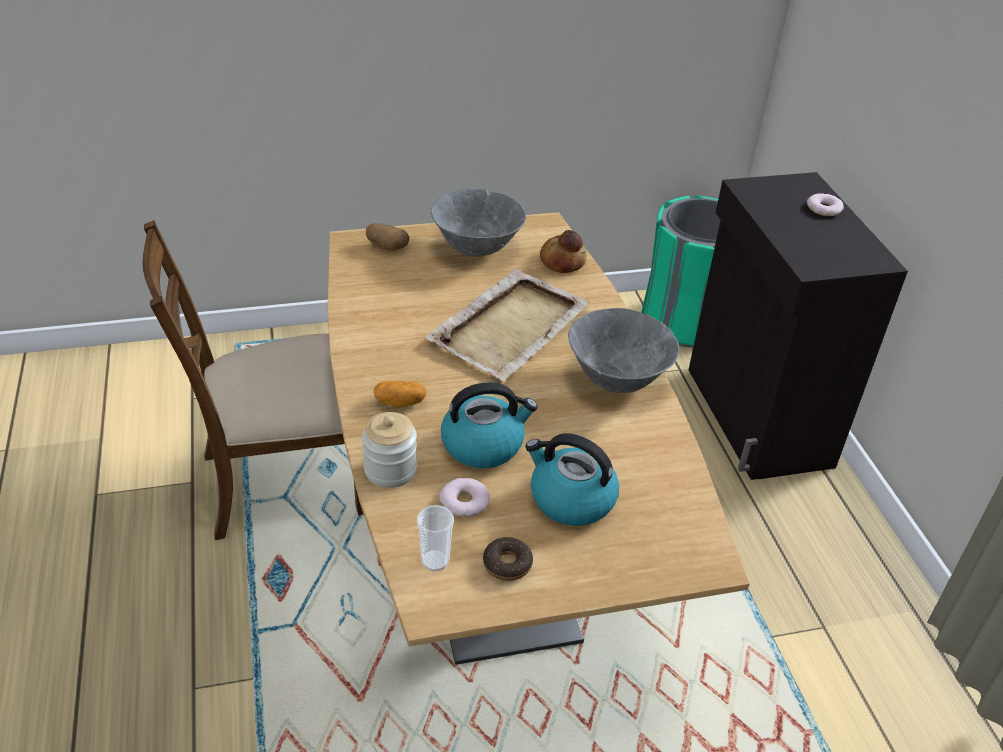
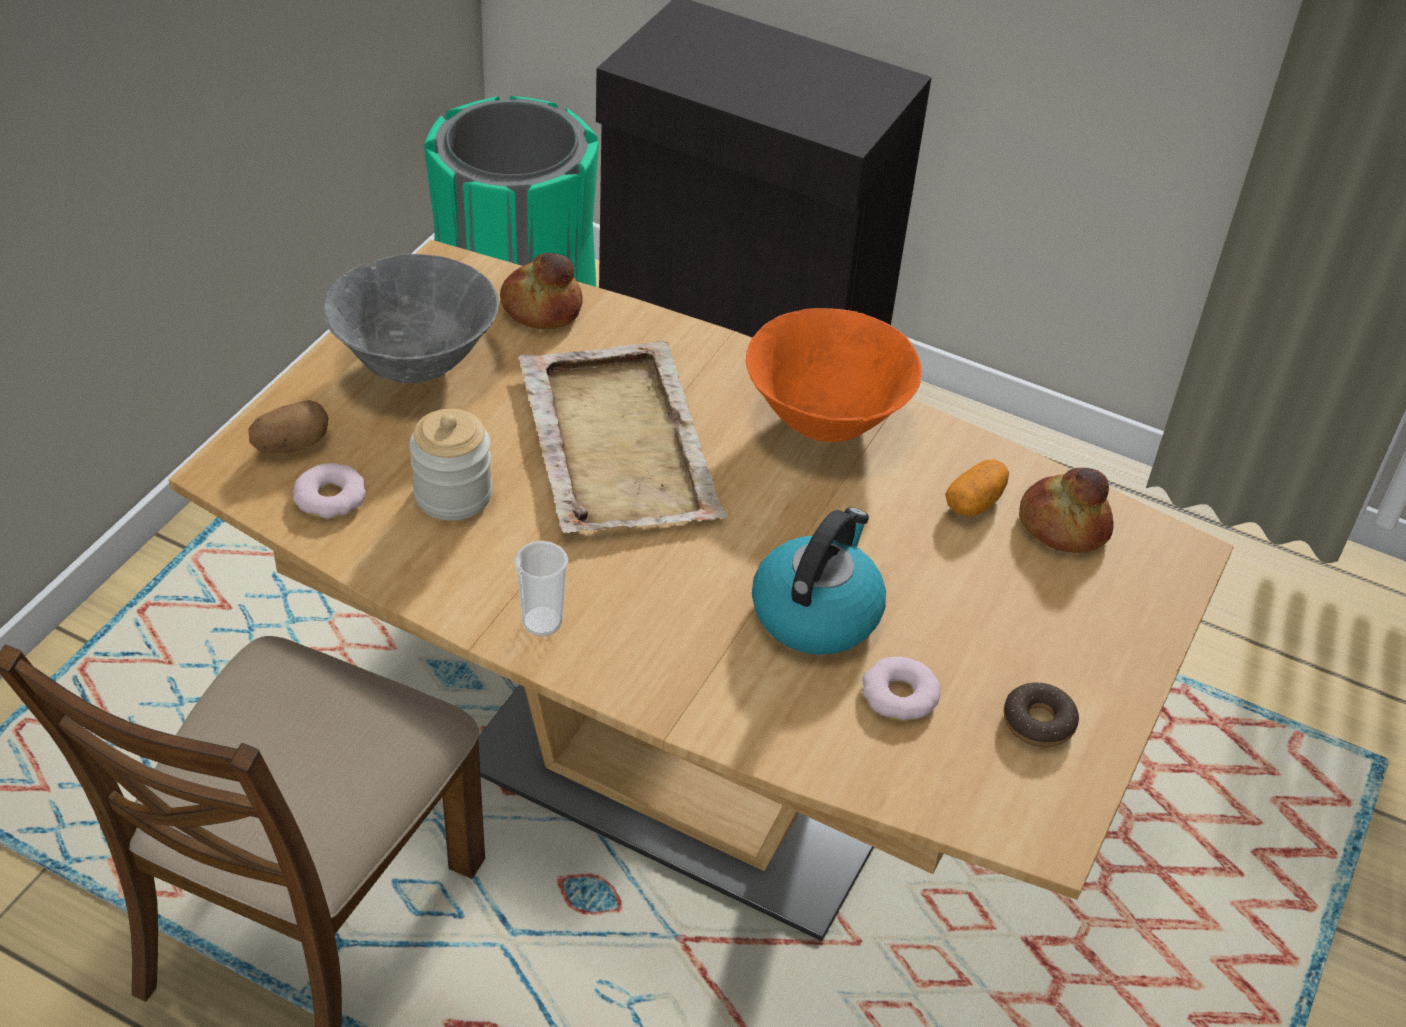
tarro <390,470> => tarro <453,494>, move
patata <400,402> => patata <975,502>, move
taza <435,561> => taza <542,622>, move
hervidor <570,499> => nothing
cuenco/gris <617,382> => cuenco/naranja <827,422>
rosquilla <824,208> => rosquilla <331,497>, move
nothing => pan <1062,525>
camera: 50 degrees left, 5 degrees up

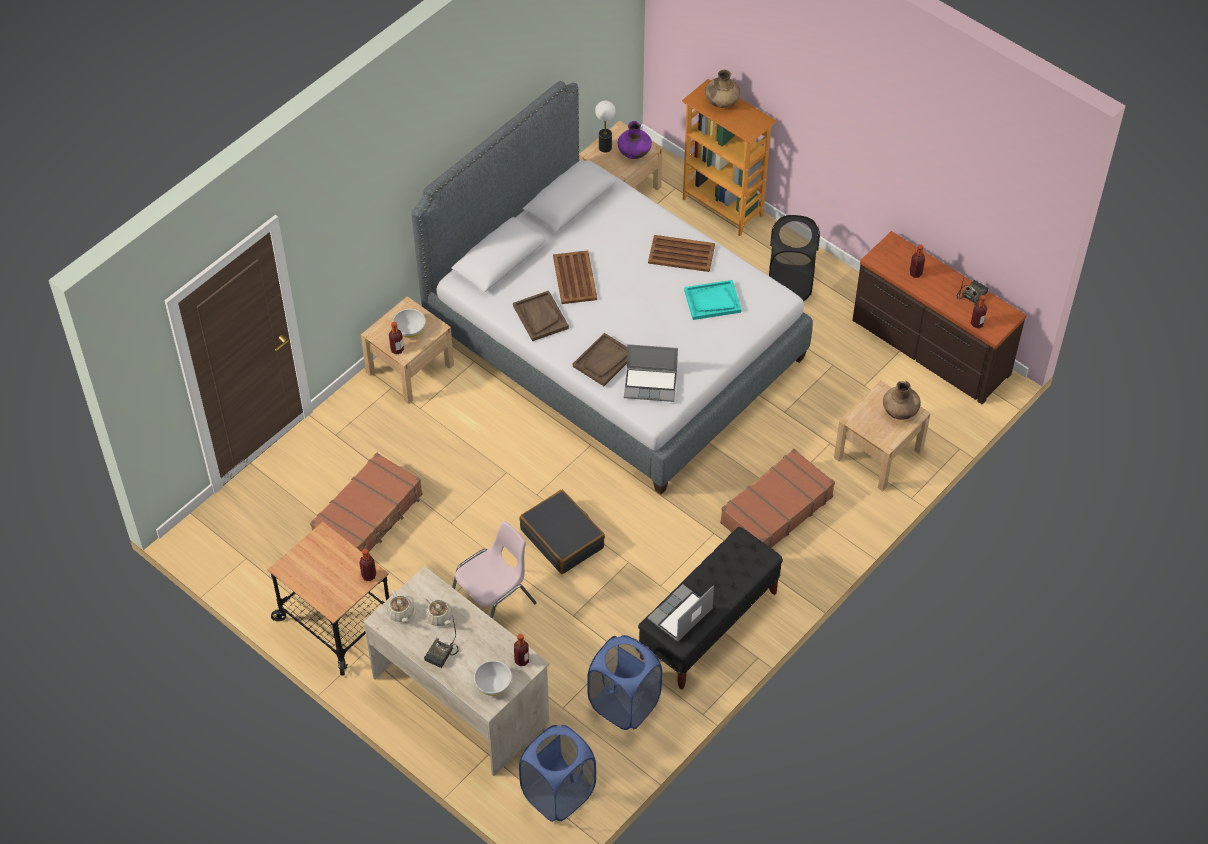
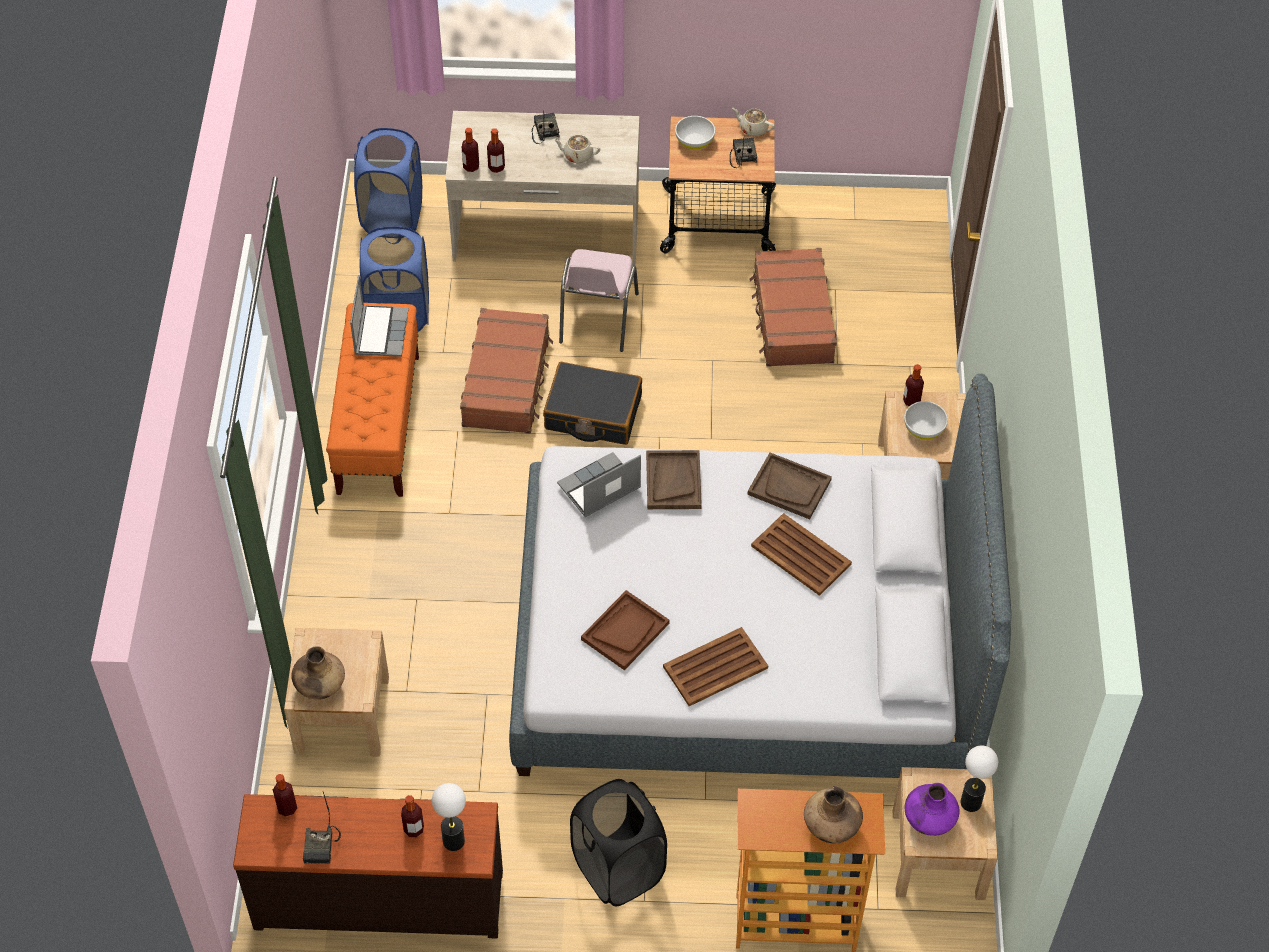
botella <369,575> => botella <496,167>, move
tetera/beis <401,613> => tetera/beis <753,128>, move
cuenco/blanco <493,684> => cuenco/blanco <694,141>, move
banco/negro <708,626> => banco/naranja <378,424>
bandeja/turquesa <712,301> => bandeja/marrón <625,631>
maleta/marrón <775,510> => maleta/marrón <507,380>, move
nothing => lámpara de mesa <454,841>
nothing => radio <742,155>
camera: 140 degrees right, 0 degrees up

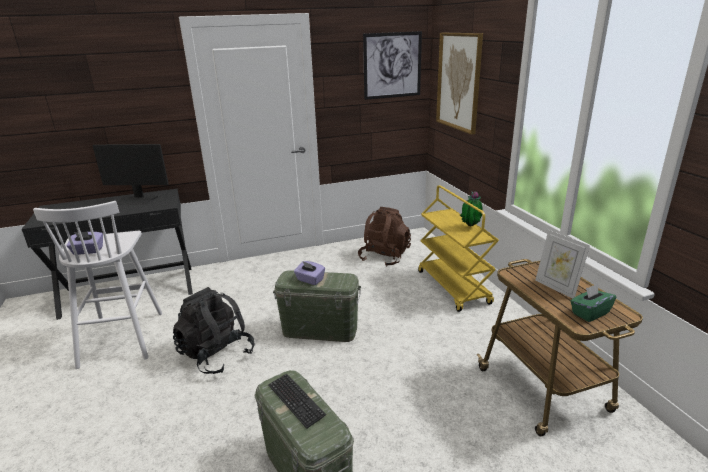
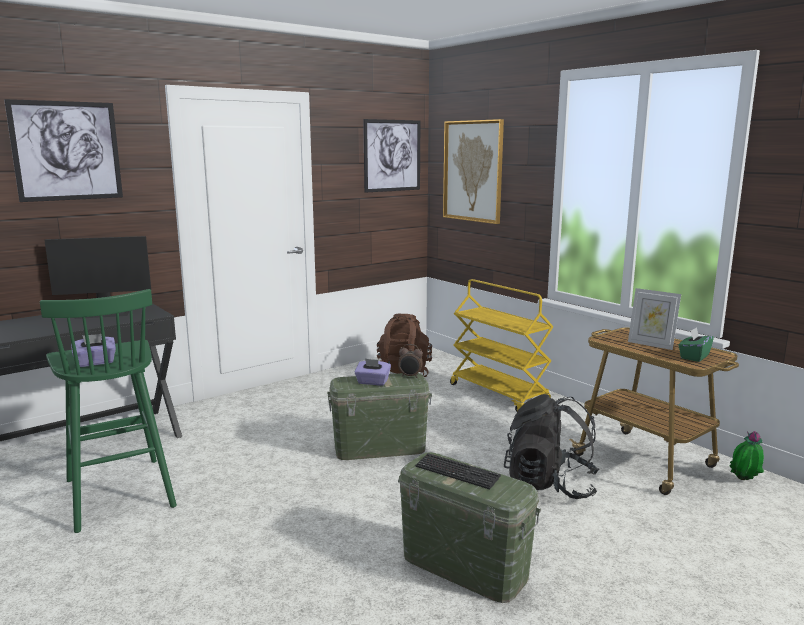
taburete/blanco <123,338> => taburete/verde <119,492>
mochila/negro <217,355> => mochila/negro <550,485>, move
planta en maceta <470,227> => planta en maceta <744,481>, move
nothing => cuadro <67,151>
nothing => despertador <410,376>
camera: 20 degrees left, 10 degrees down

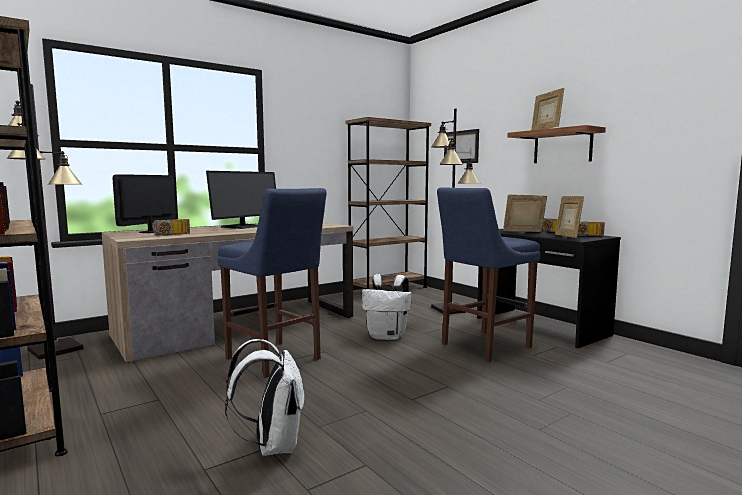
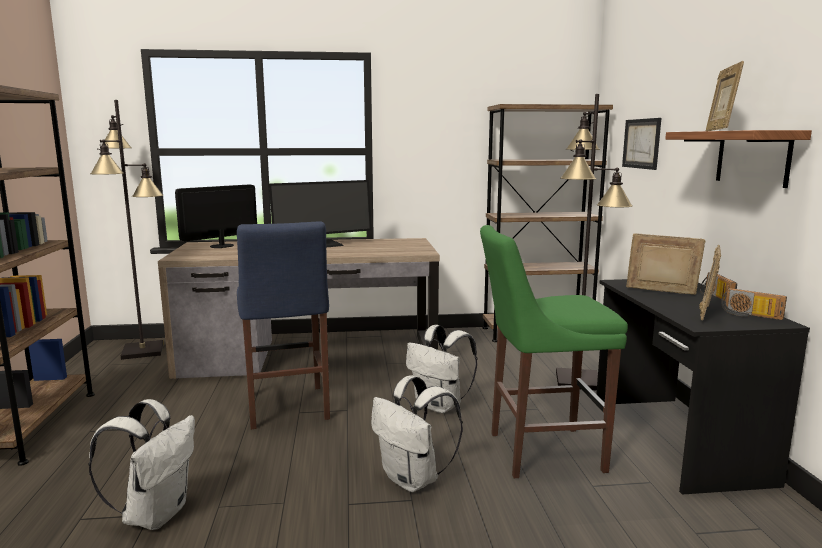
radio <172,234> => nothing
taburete/azul <482,346> => taburete/verde <539,451>
nothing => mochila/blanco <413,480>
camera: 30 degrees right, 5 degrees up

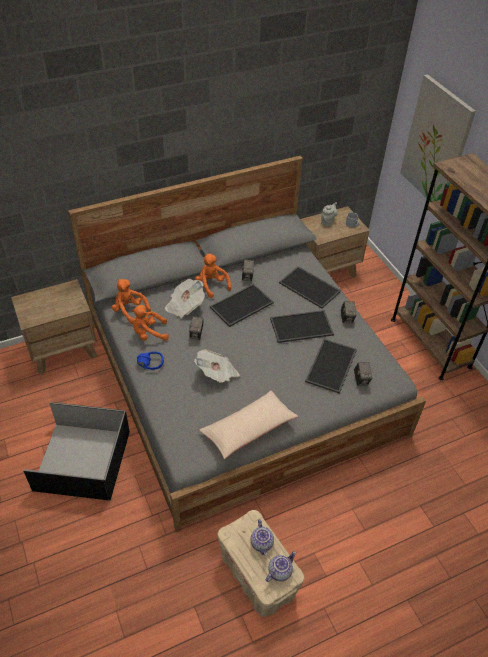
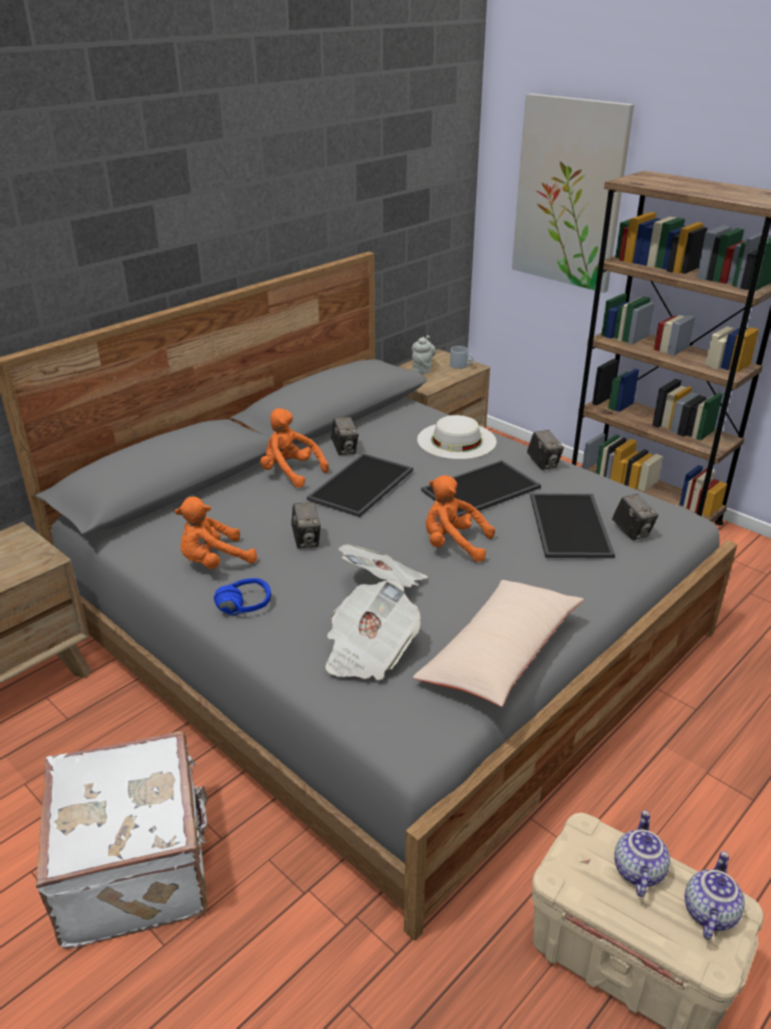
caja de almacenaje/negro <82,459> => maleta/blanco <137,867>
peluche/naranja <129,310> => peluche/naranja <453,545>, move
periódico <184,305> => periódico <368,651>, move
tetera <262,543> => tetera <637,869>, 135 degrees counterclockwise
bandeja <310,287> => sombrero/blanco <456,440>
camera: 20 degrees left, 15 degrees down

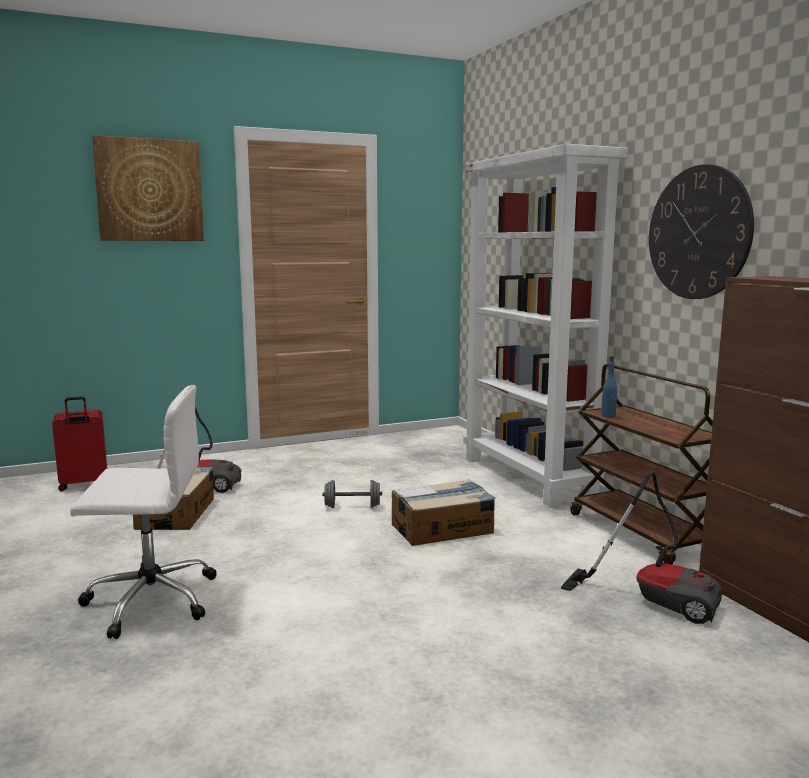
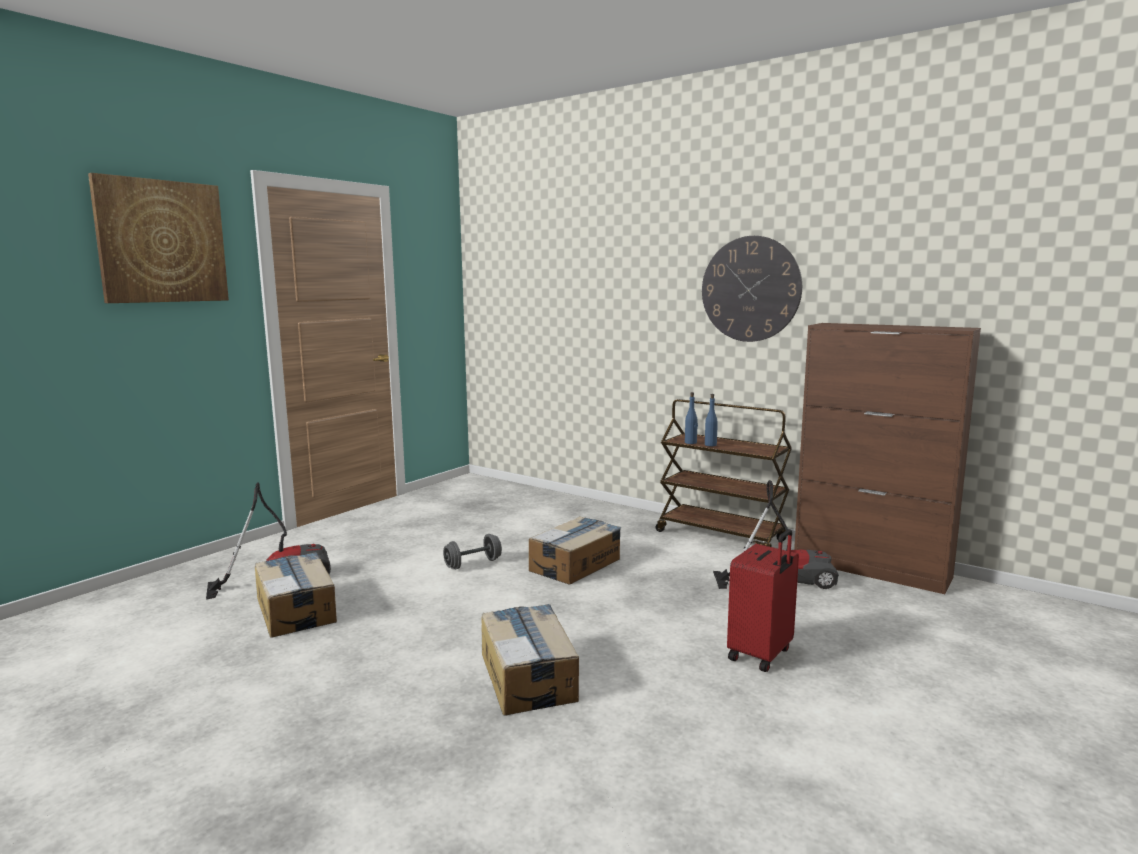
maleta/rojo <83,485> => maleta/rojo <761,654>, move
silla de oficina/blanco <149,600> => nothing
estantería/blanco <529,477> => nothing
nothing => caja de cartón <528,676>
nothing => botella/azul <710,445>
camera: 30 degrees left, 0 degrees up

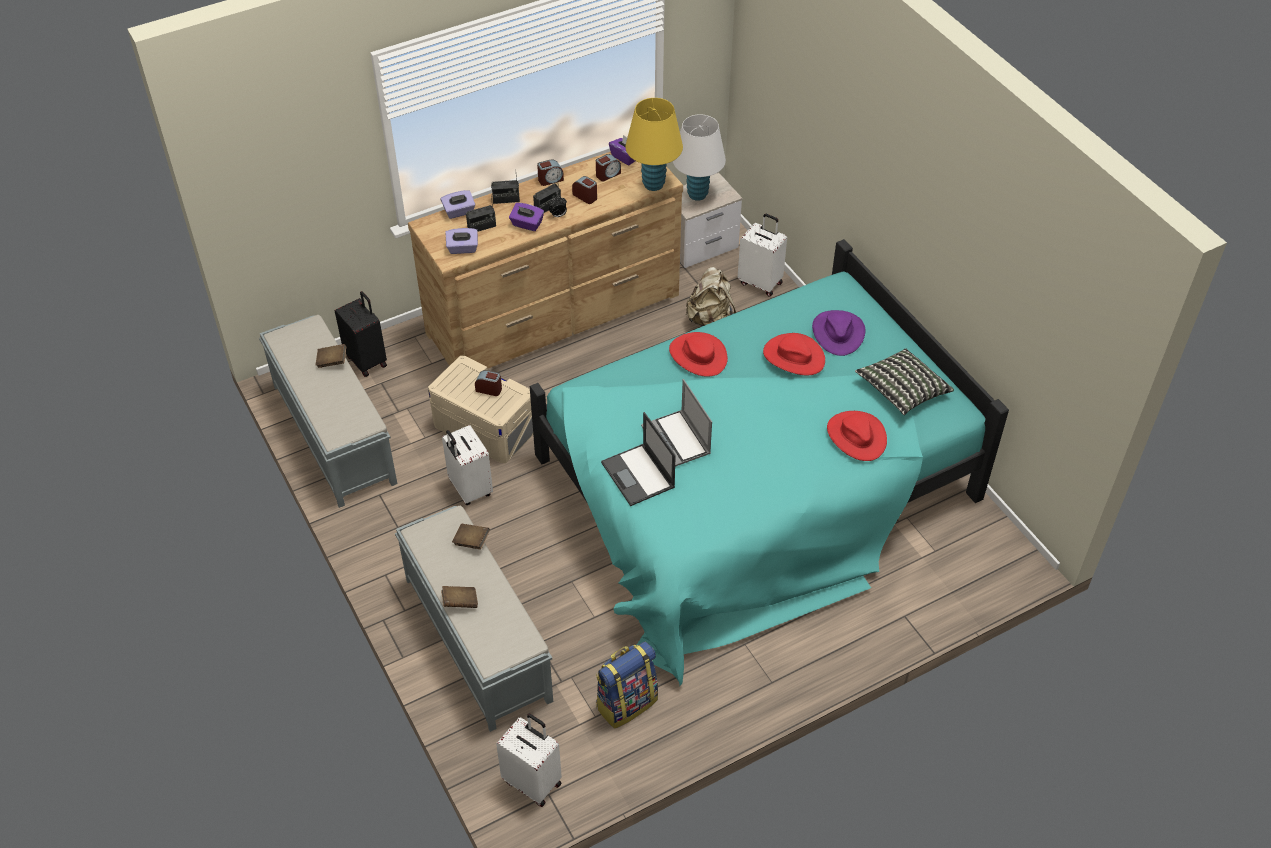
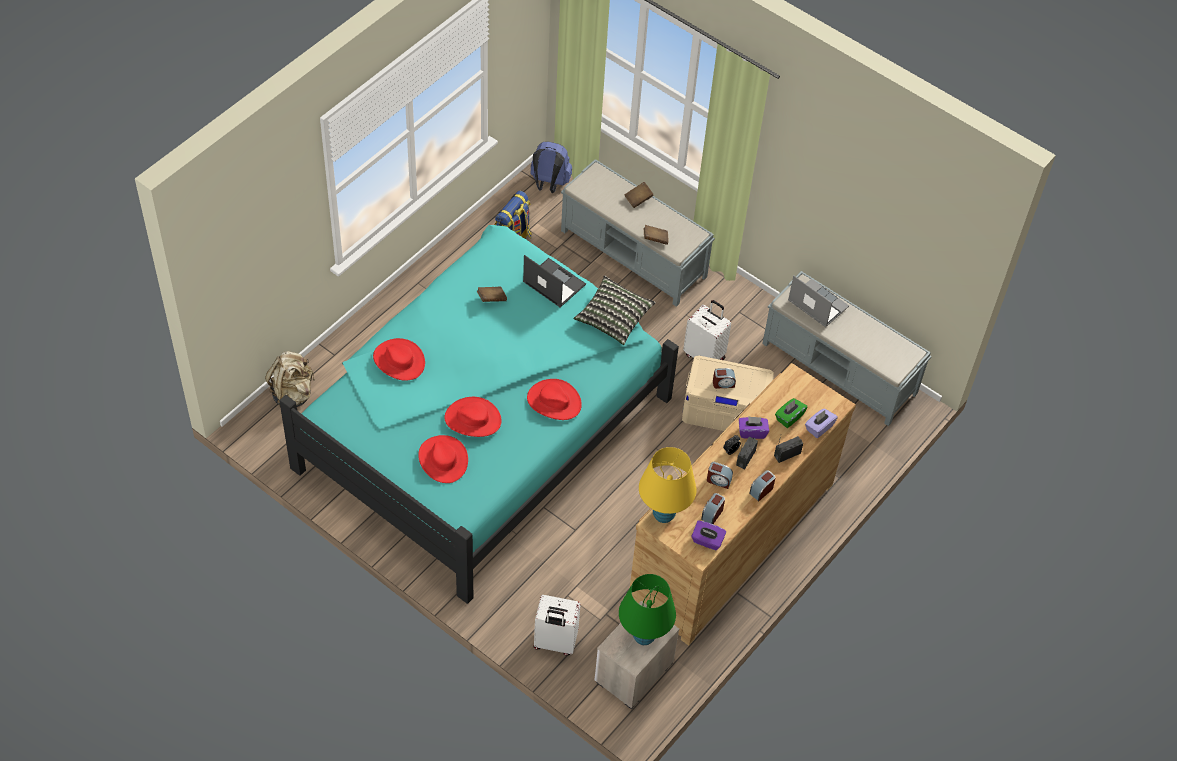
libro/marrón <332,361> => libro/marrón <491,299>, move
maleta/negro <367,360> => nothing
caja de pañuelos/morado <462,249> => nothing
radio <481,227> => caja de pañuelos/verde <789,417>
maleta/blanco <533,782> => mochila/azul <549,184>
portátil <677,441> => portátil <816,304>, move
lámpara de mesa/blanco <697,194> => lámpara de mesa/verde <644,636>
mochila/beis <710,319> => mochila/beis <292,394>, move
sombrero/morado <837,333> => sombrero/rojo <443,459>
cojín <902,391> => cojín <613,318>, move
camera: 155 degrees right, 5 degrees up

